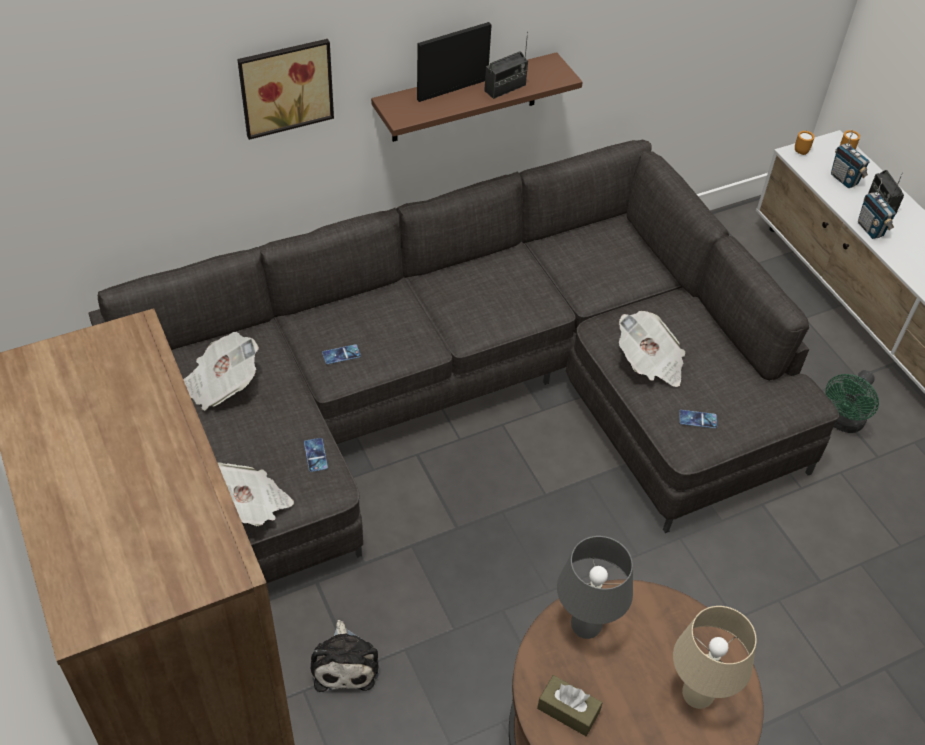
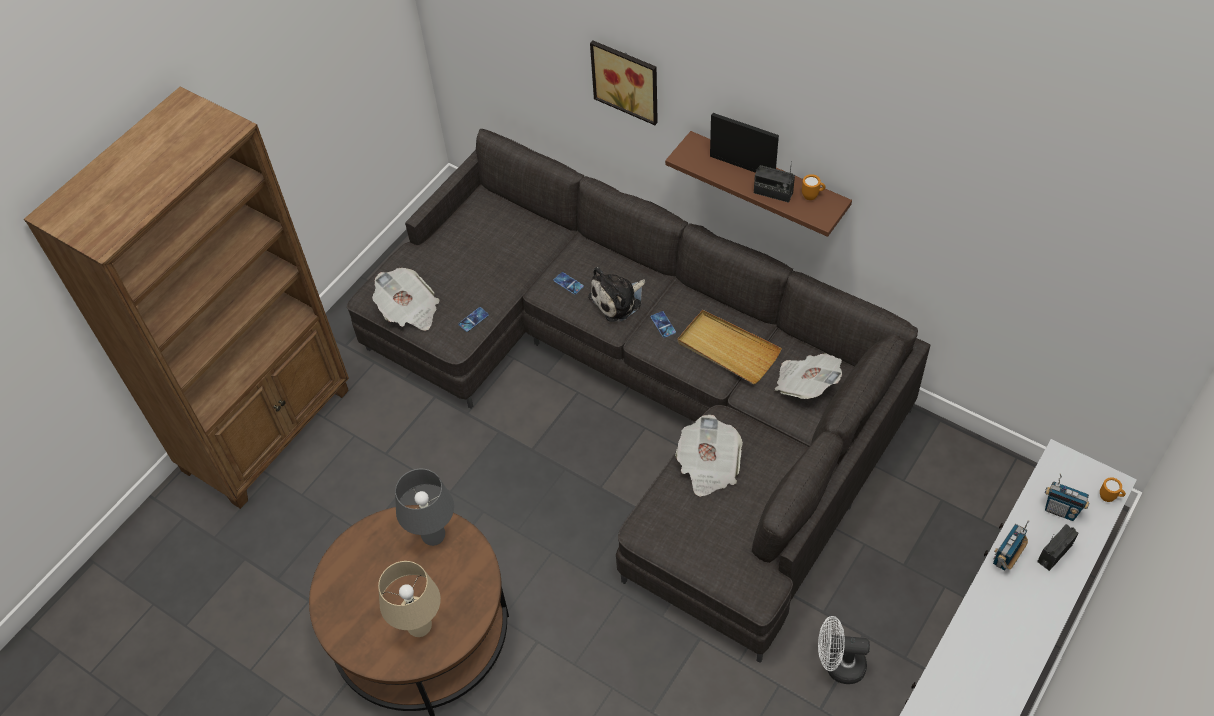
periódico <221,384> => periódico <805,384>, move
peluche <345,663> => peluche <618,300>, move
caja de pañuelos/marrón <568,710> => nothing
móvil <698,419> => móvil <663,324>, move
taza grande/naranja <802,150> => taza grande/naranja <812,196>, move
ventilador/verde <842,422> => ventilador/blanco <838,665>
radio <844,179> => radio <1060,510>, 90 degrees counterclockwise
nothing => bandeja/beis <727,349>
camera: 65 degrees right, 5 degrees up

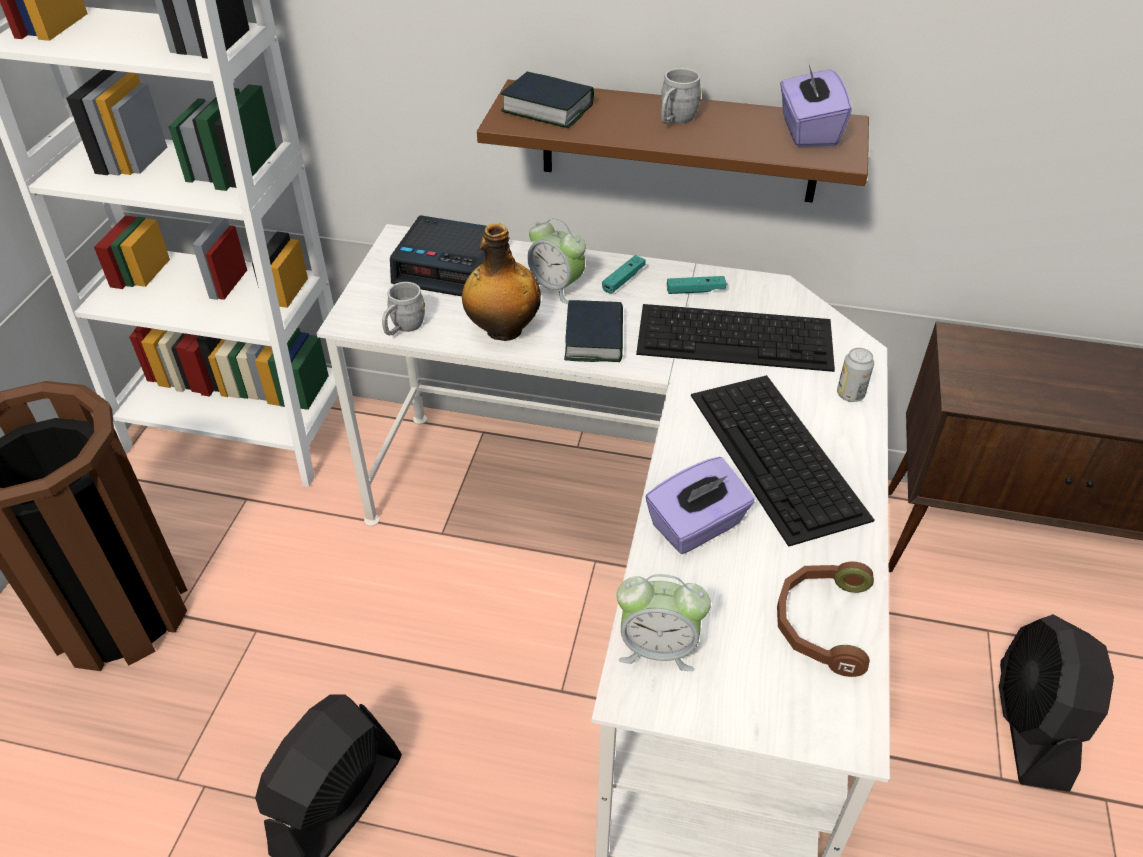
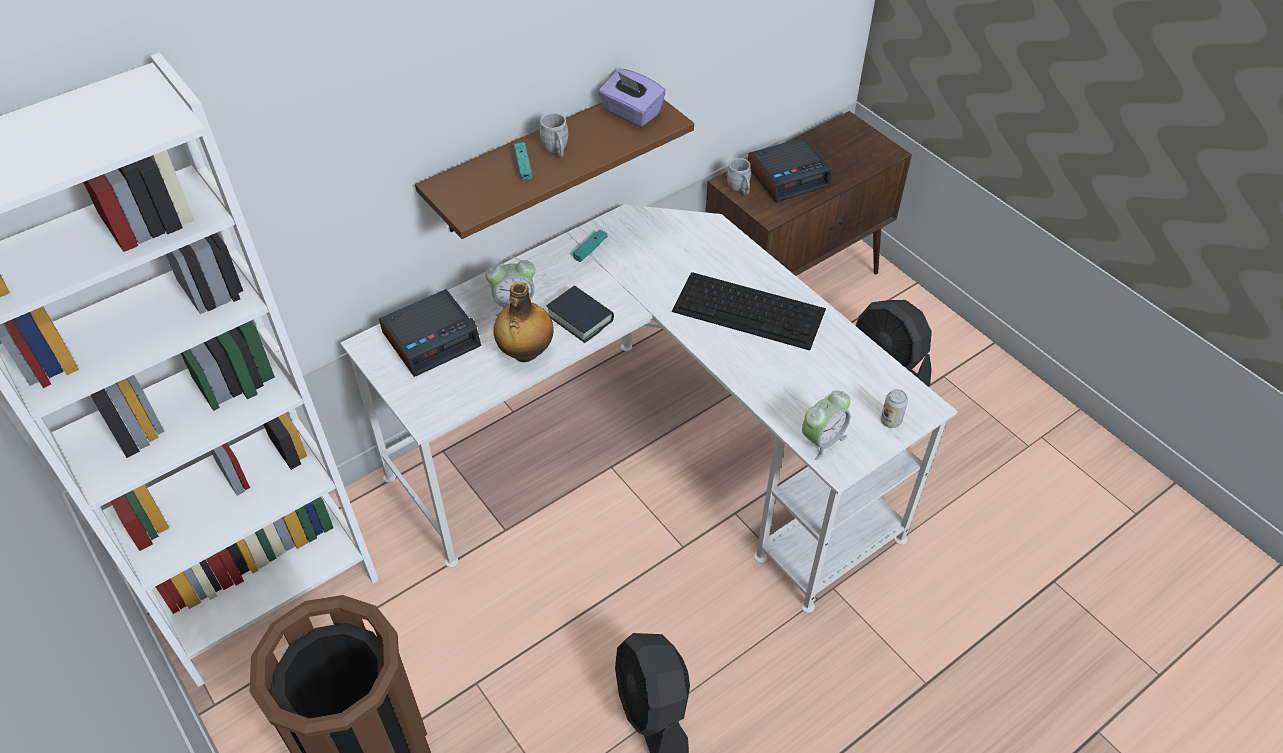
taza grande/gris <403,328> => taza grande/gris <740,189>, move
libro <547,108> => nothing
mando de consola/turquesa <623,280> => mando de consola/turquesa <523,165>, move
teclado <737,337> => nothing
caja de pañuelos/morado <697,526> => nothing
auriculares/marrón <820,623> => nothing
lata <850,394> => lata <890,421>, move
nothing => despertador <788,176>
camera: 50 degrees left, 5 degrees up

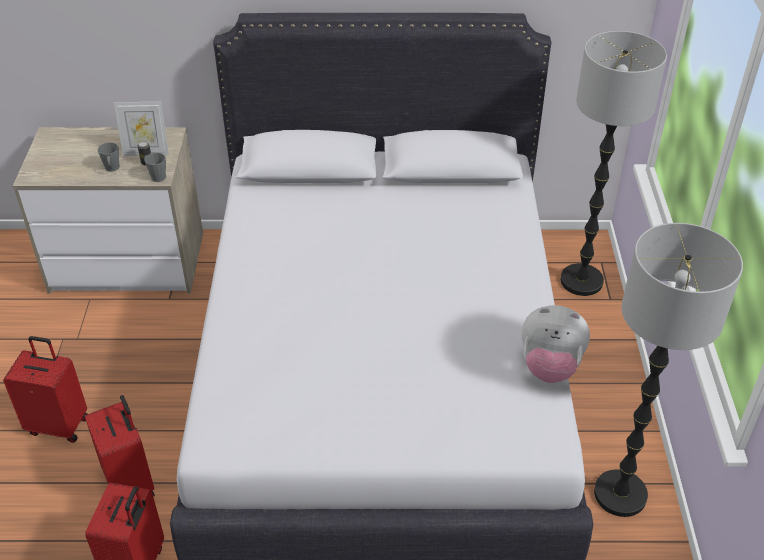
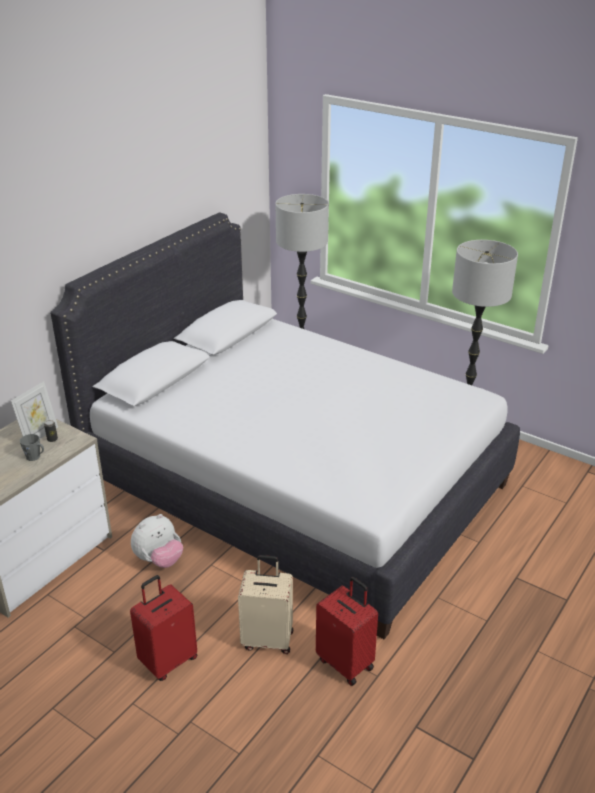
maleta/rojo <131,483> => maleta/beis <268,639>
taza grande/gris <156,176> => nothing
peluche <550,367> => peluche <159,560>, move
camera: 55 degrees left, 10 degrees down

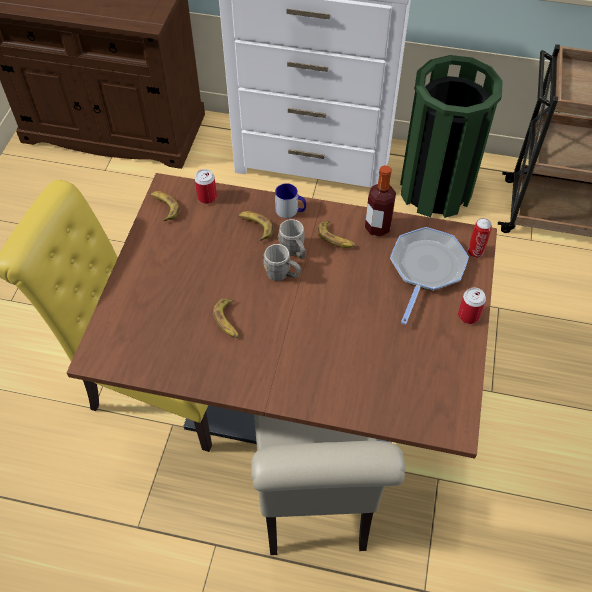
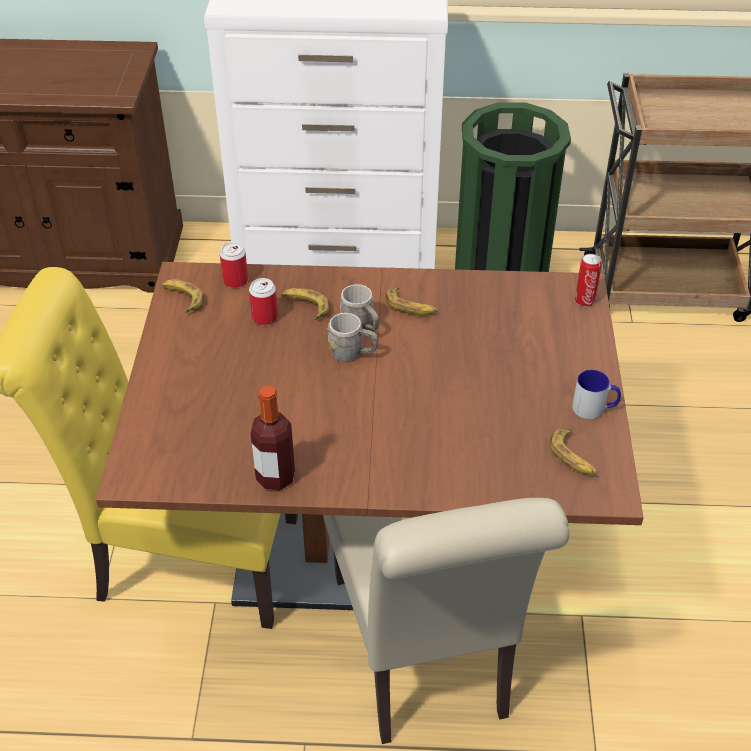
plátano <228,321> => plátano <573,457>, move
taza grande <291,211> => taza grande <594,408>, move
botella <377,227> => botella <275,477>, move
sartén <426,268> => nothing
lata <468,315> => lata <265,317>, move
camera: 10 degrees left, 10 degrees down

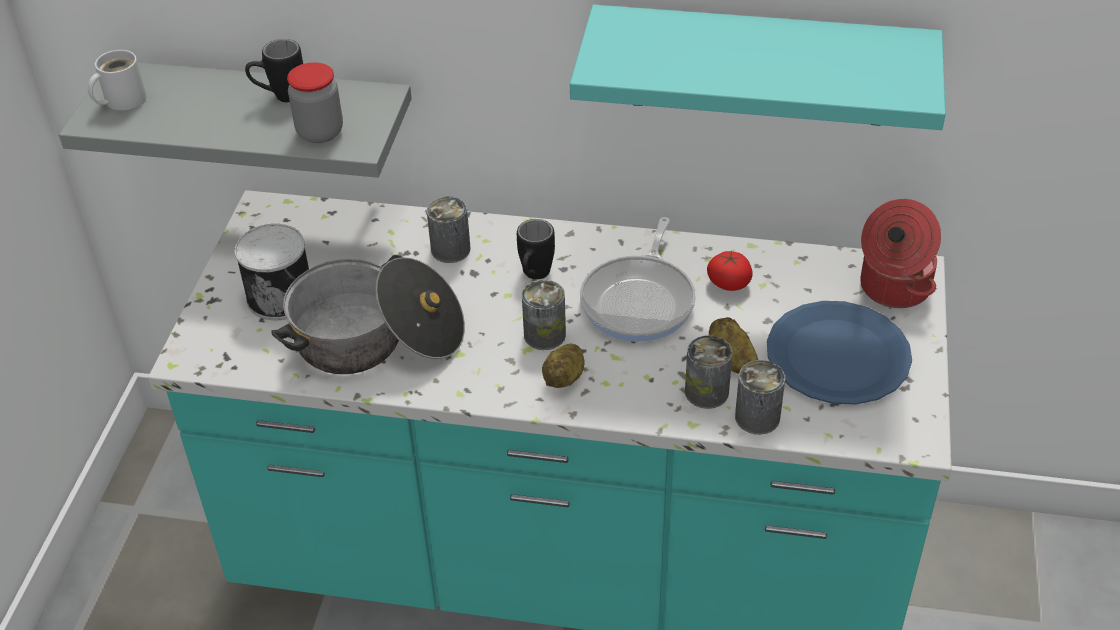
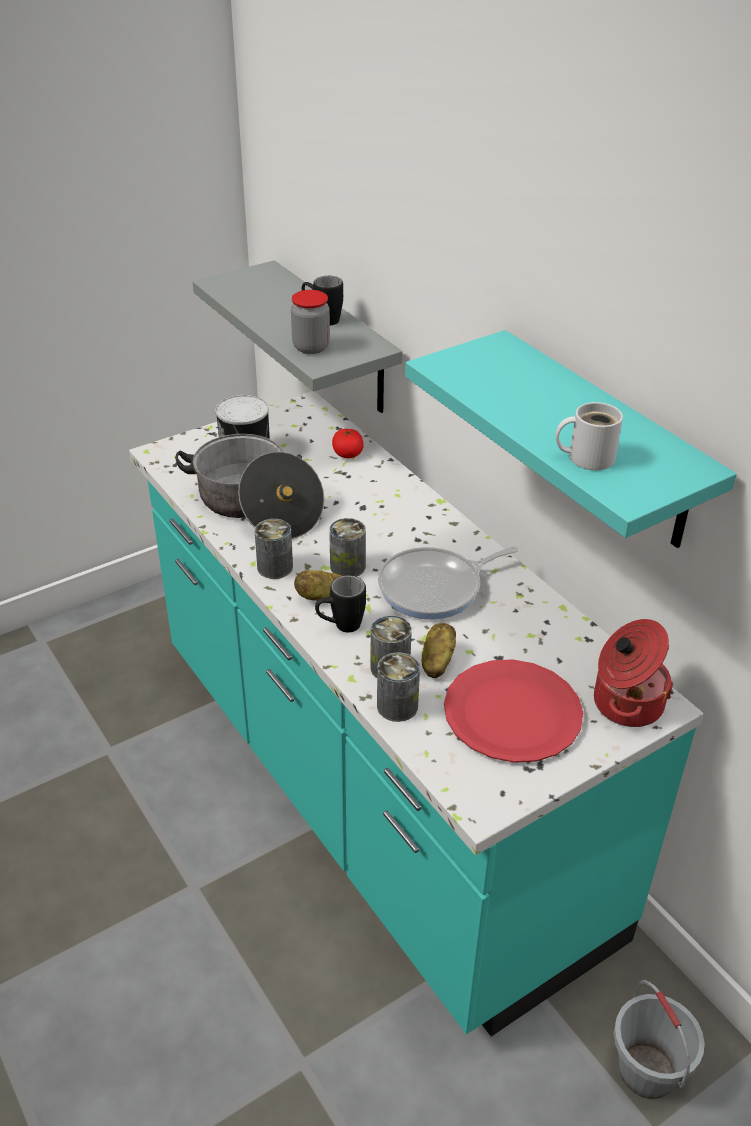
taza grande/blanco <121,100> => taza grande/blanco <586,456>, move
lata <450,249> => lata <275,567>, move
taza grande/negro <534,277> => taza grande/negro <340,627>, move
tomate <729,282> => tomate <347,453>, move
plato/azul <838,355> => plato/rojo <513,713>
nothing => cubo/gris <647,1071>
camera: 45 degrees right, 5 degrees down

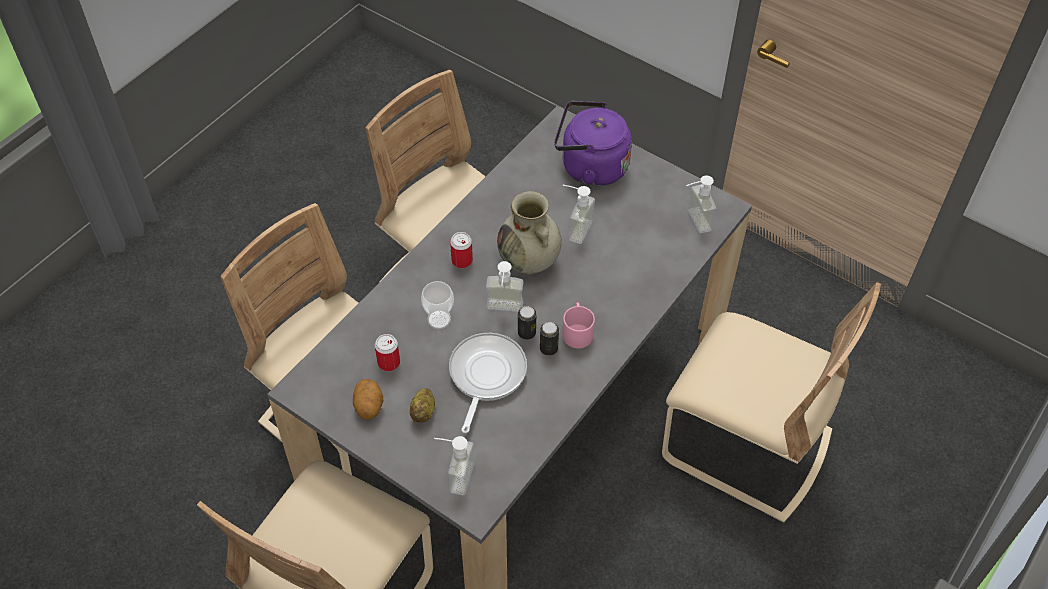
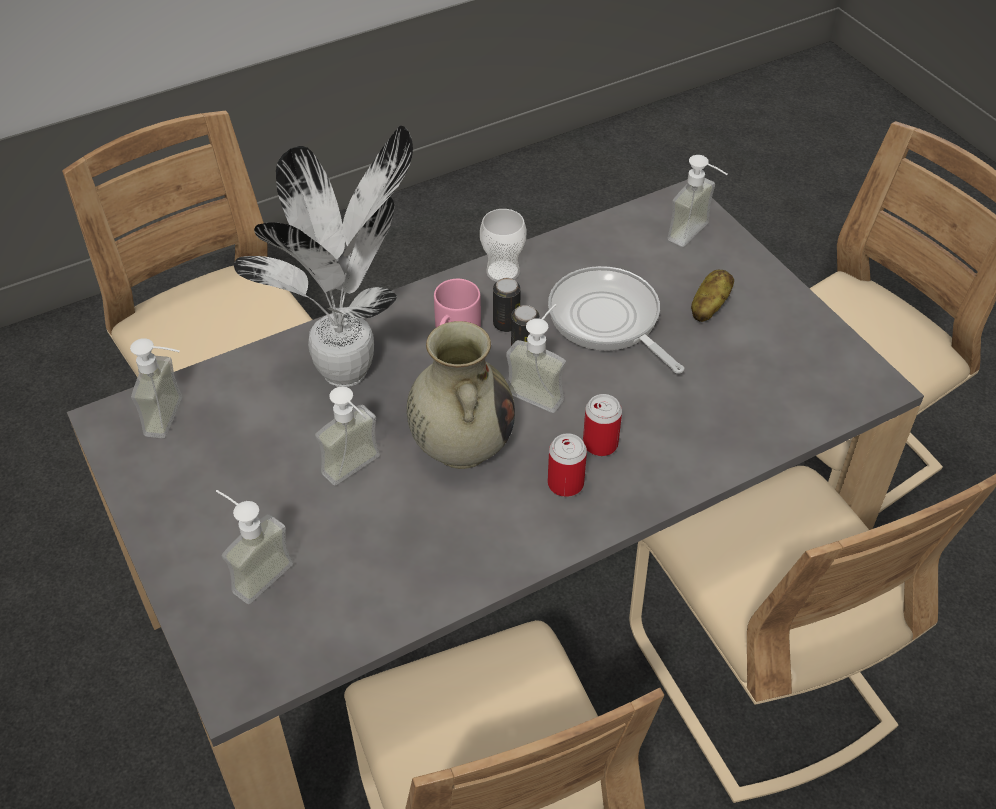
patata <369,406> => nothing
lata <389,362> => lata <600,444>, move
taza <439,319> => taza <502,271>, move
sartén <485,375> => sartén <608,320>, 105 degrees clockwise
hervidor/morado <590,167> => dispensador de jabón <253,571>
nothing => planta en maceta <350,371>
camera: 155 degrees left, 5 degrees down

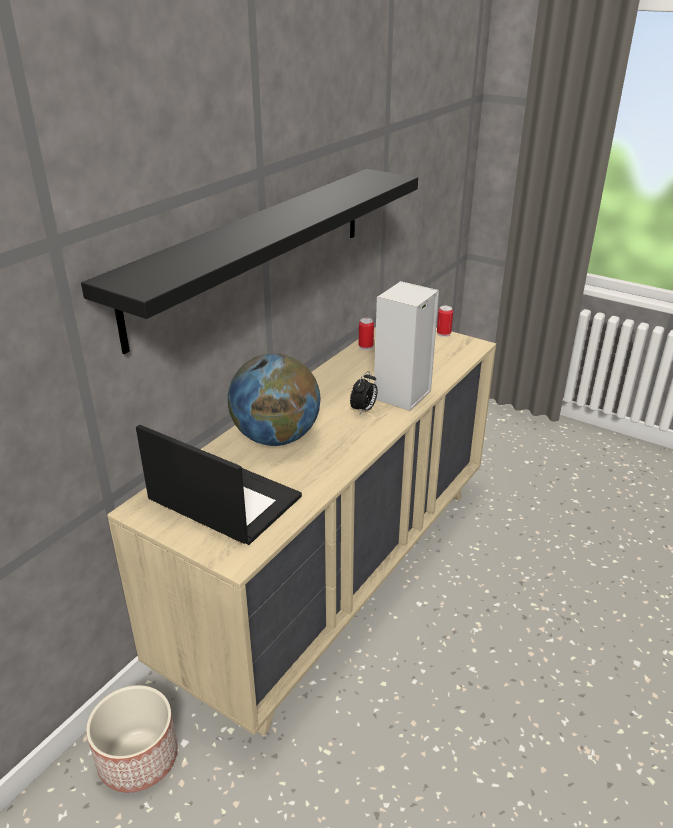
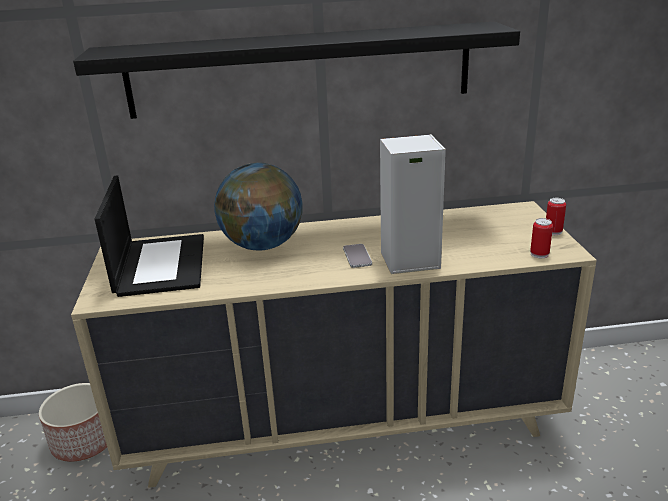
despertador <363,410> => móvil <357,256>
lata <365,347> => lata <539,254>, move
camera: 50 degrees right, 5 degrees down

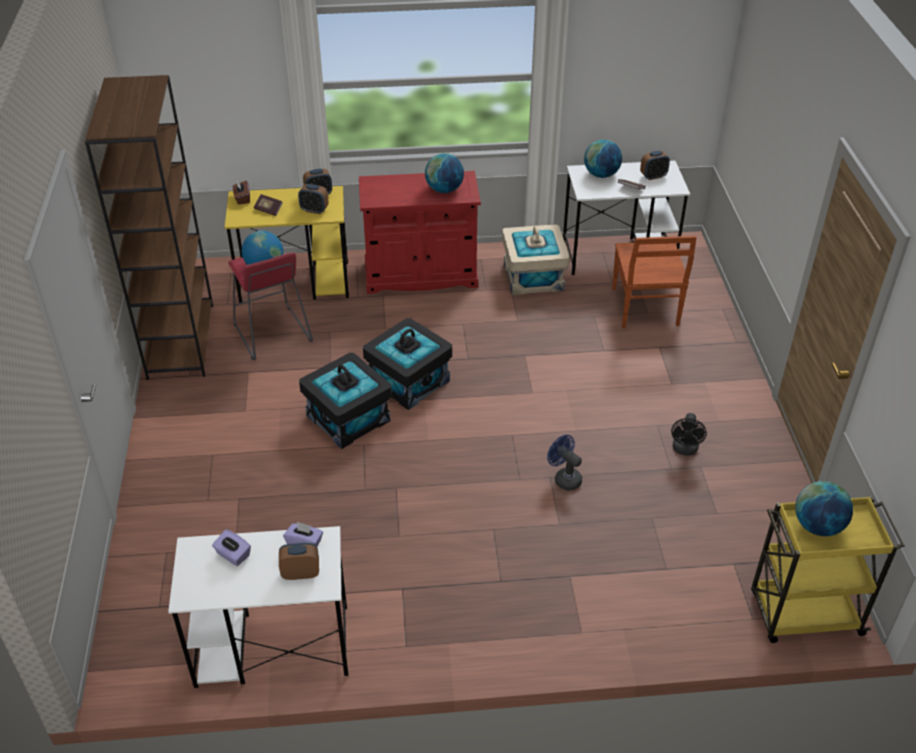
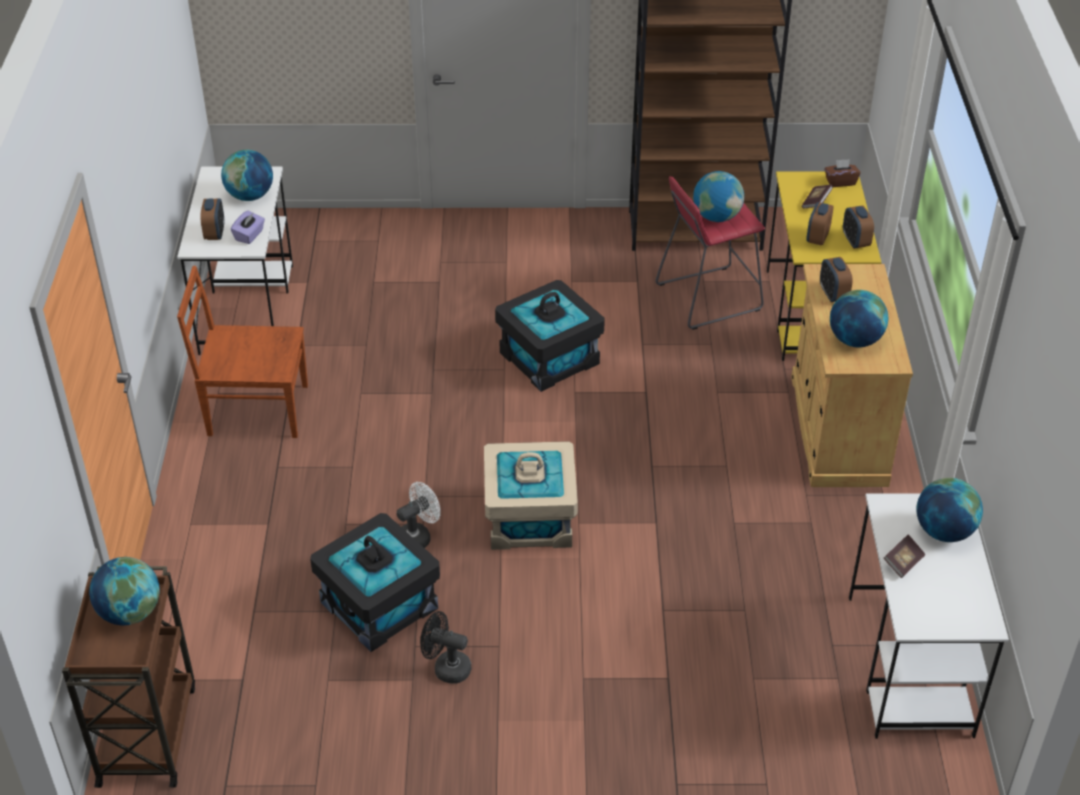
caja de pañuelos/morado <233,555> => globo terráqueo <250,196>
armario/rojo <421,275> => armario/beis <837,430>
caja de almacenaje/negro <408,381> => caja de almacenaje/negro <380,605>, move
caja de almacenaje/beis <533,277> => caja de almacenaje/beis <530,519>, move
ventilador/azul <564,478> => ventilador/blanco <418,537>
silla/marrón <645,308> => silla/marrón <255,410>, move
despertador <653,176> => despertador <833,294>, move
carrito/amarillo <803,614> => carrito/marrón <148,733>
camera: 95 degrees right, 0 degrees up

